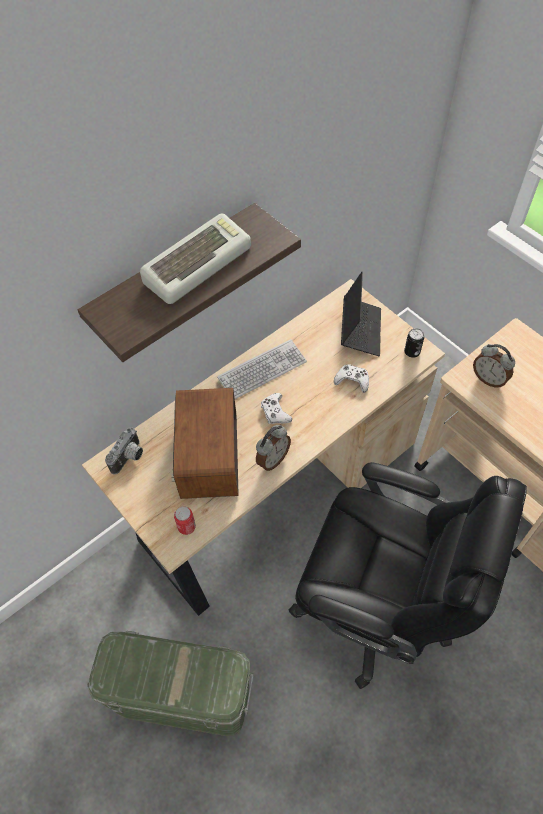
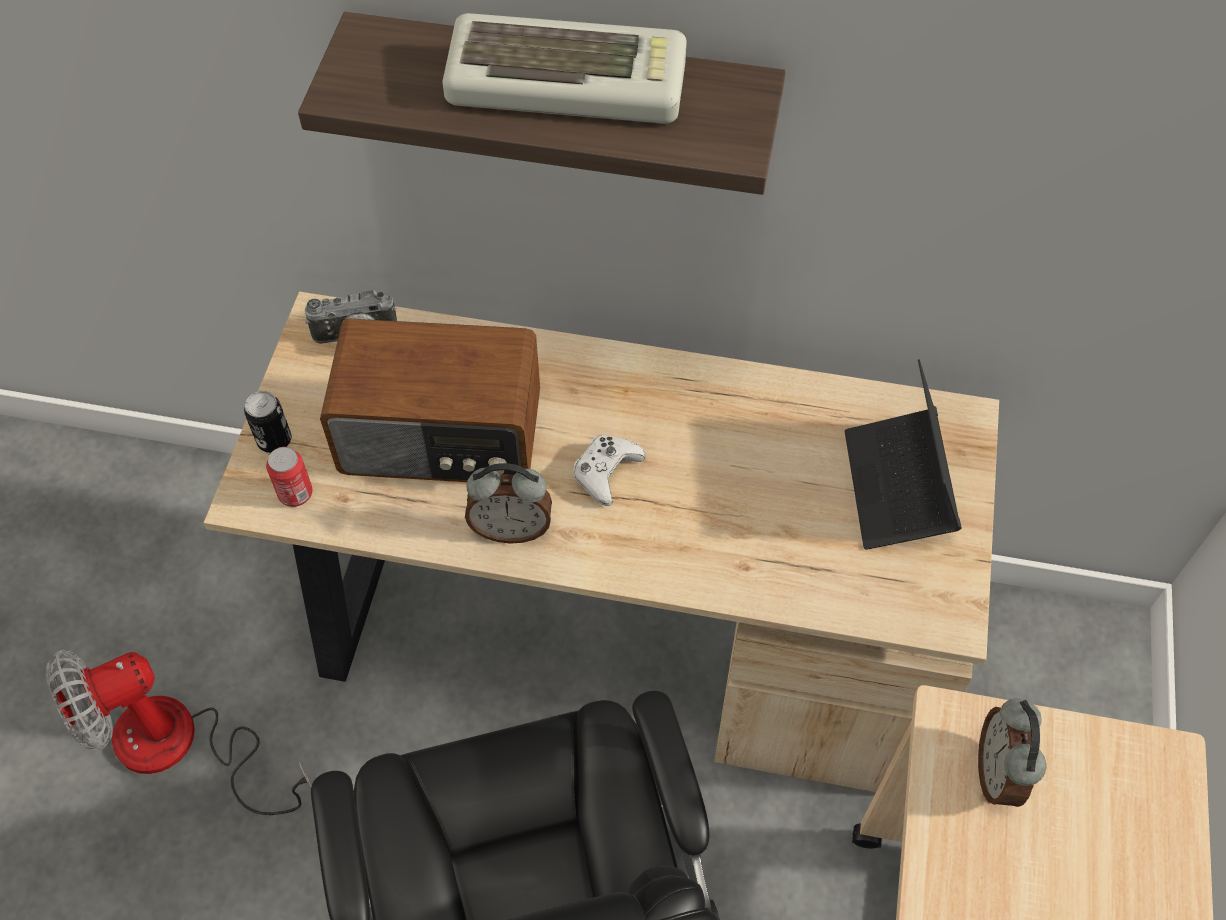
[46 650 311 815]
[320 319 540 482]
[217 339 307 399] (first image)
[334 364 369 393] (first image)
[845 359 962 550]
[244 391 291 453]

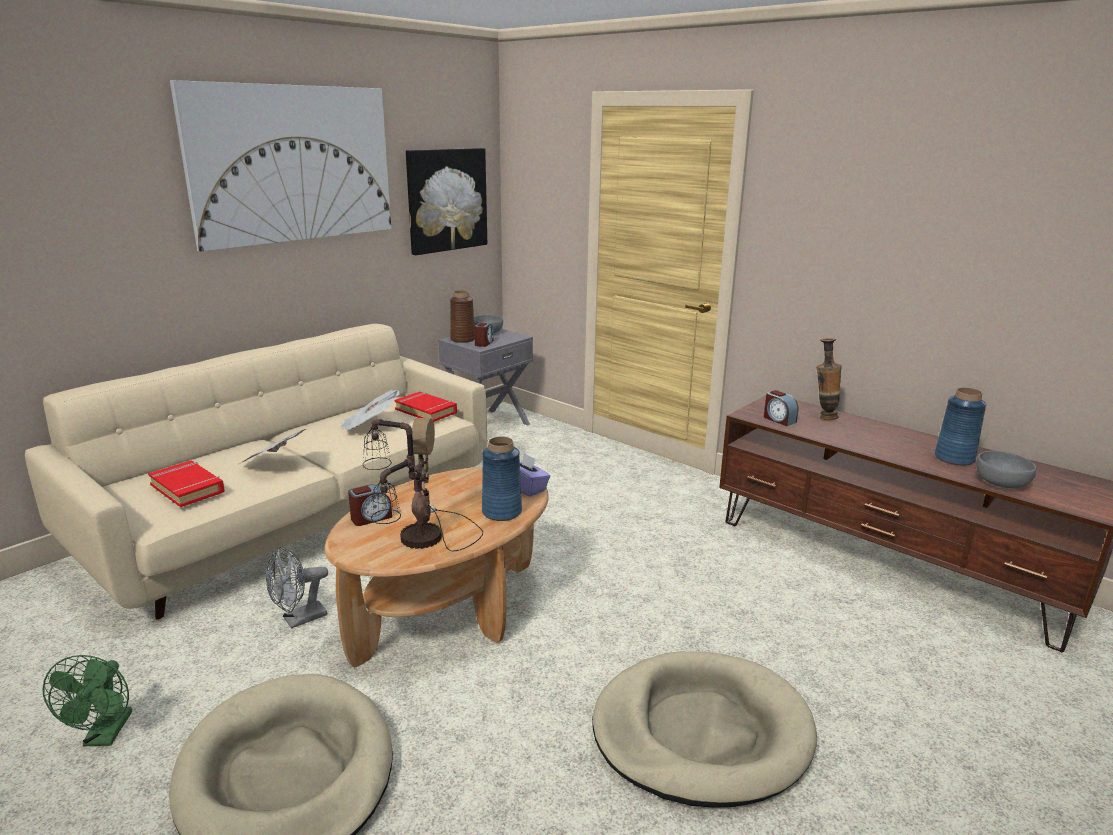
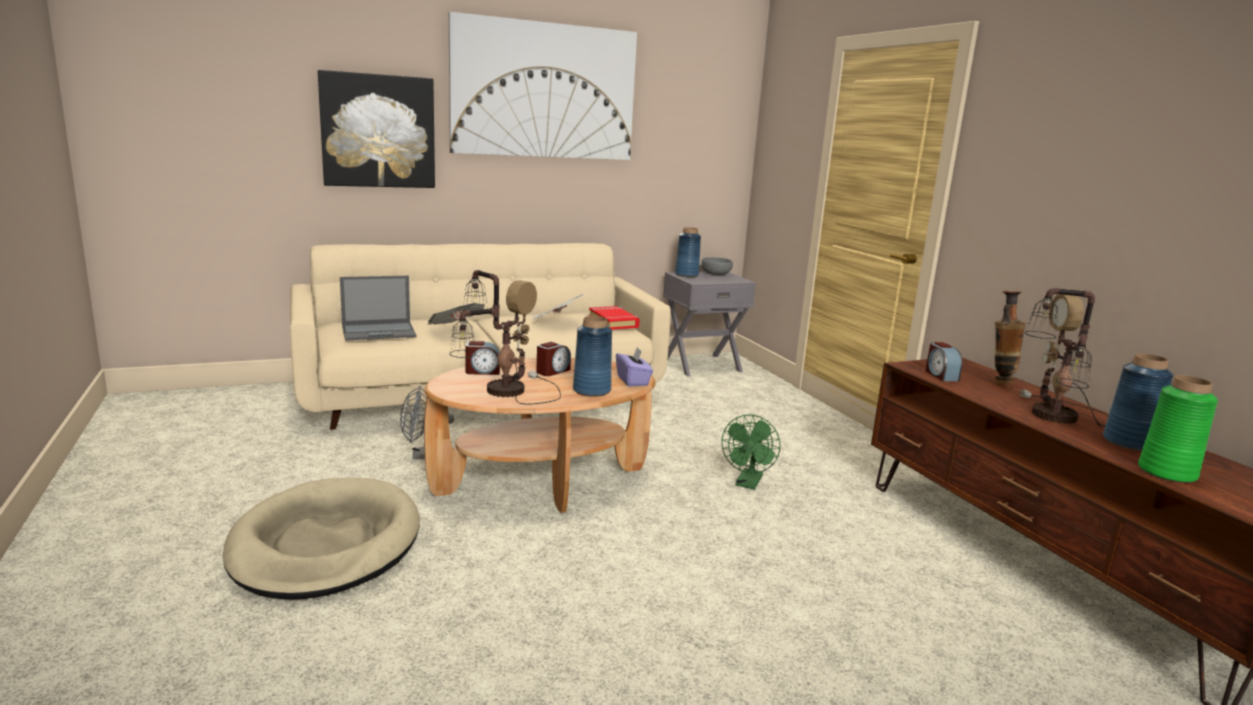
[722 415 781 489]
[340 276 417 341]
[318 70 435 188]
[675 227 701 277]
[536 342 571 376]
[592 651 817 808] (first image)
[1138 375 1218 483]
[1018 288 1108 427]

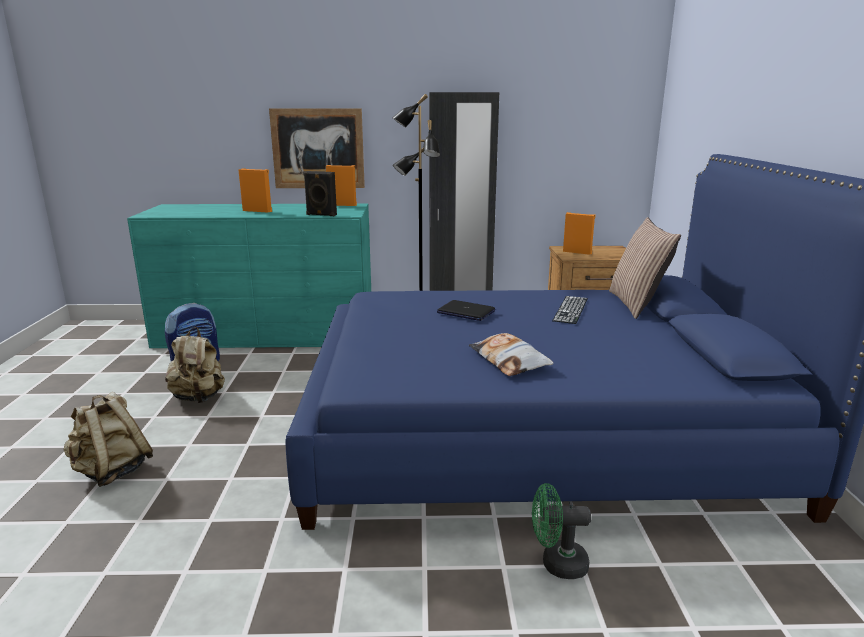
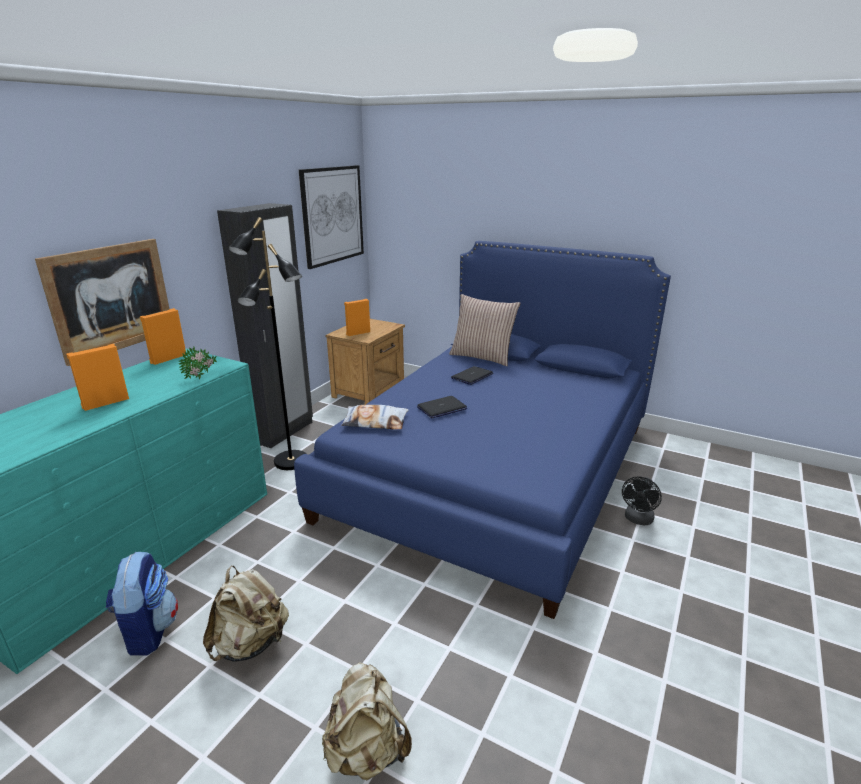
[179 347 217 379]
[341 405 408 429]
[622 477 662 525]
[451 366 493 385]
[299 165 364 269]

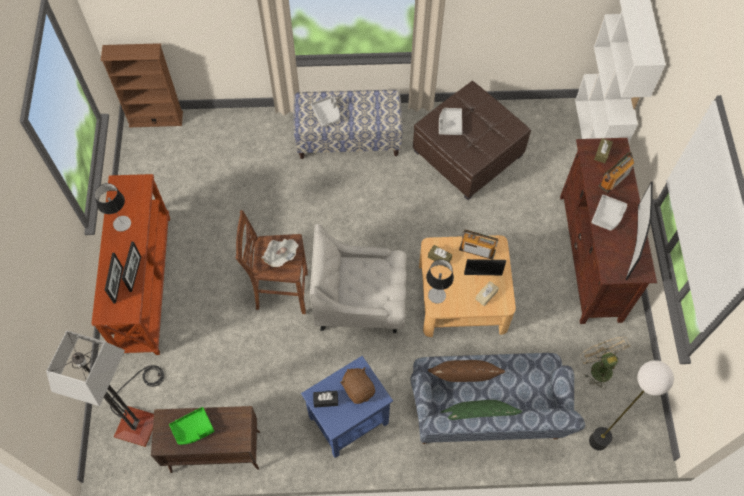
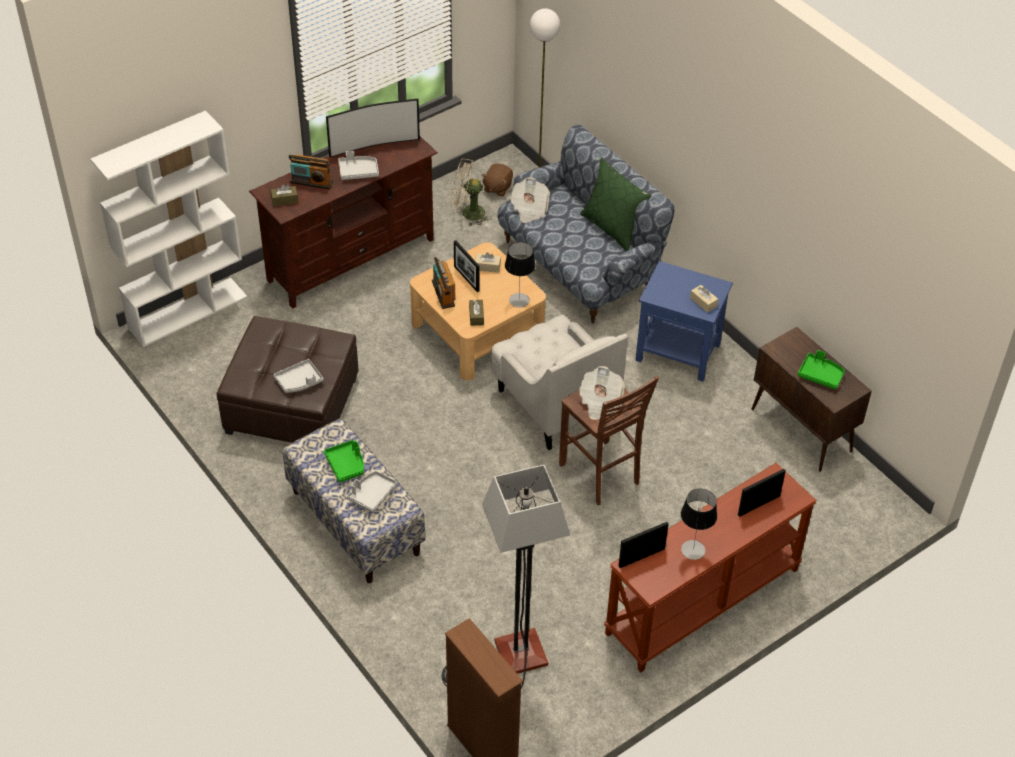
[442 465 570 688]
[619 522 669 568]
[690 285 718 313]
[482 164 513 196]
[428 360 505 382] (first image)
[451 159 492 226]
[324 440 364 482]
[510 177 550 223]

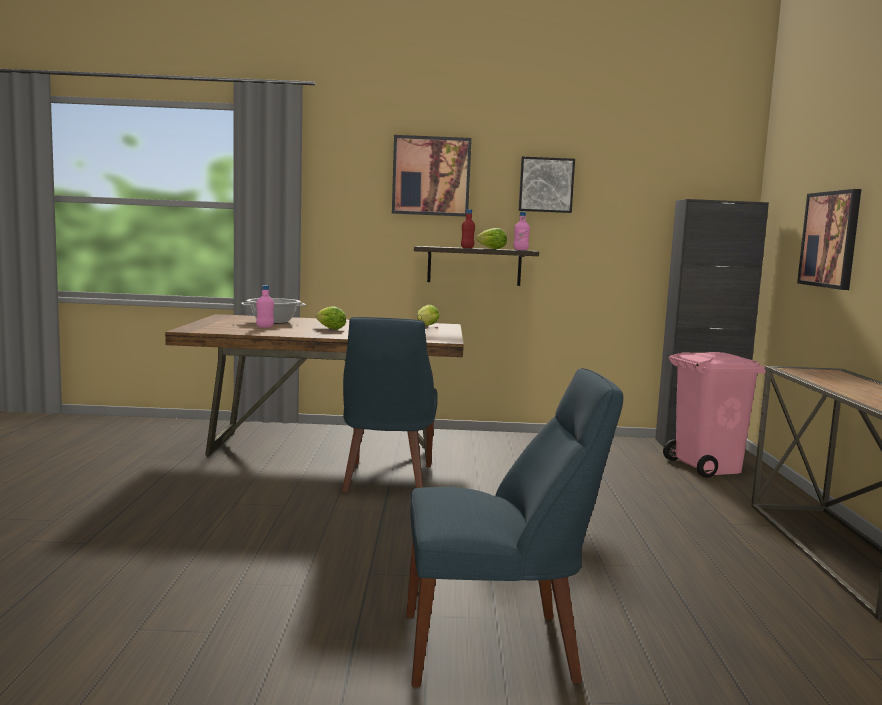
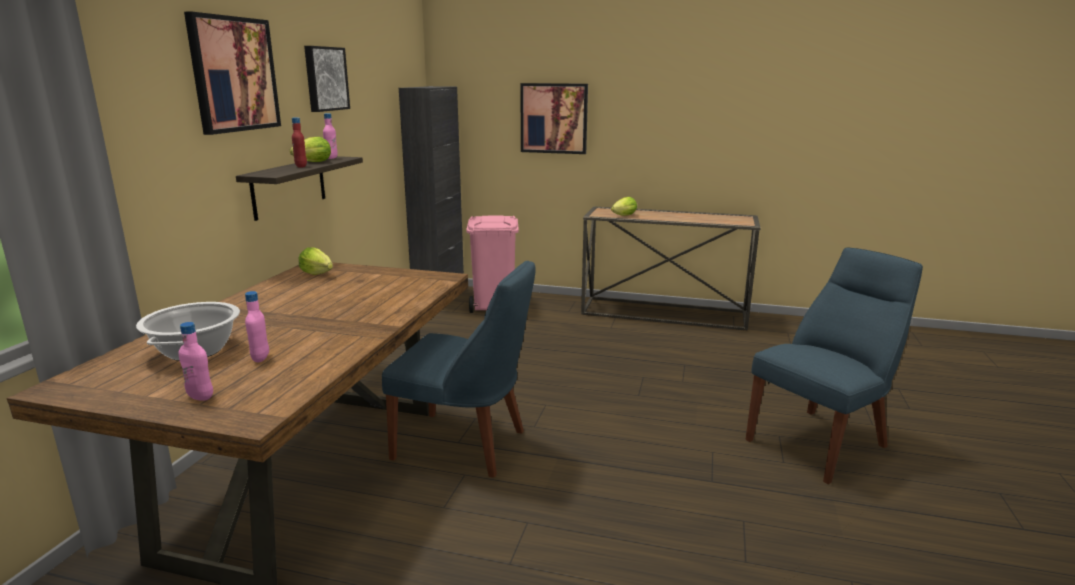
[611 197 637 216]
[745 248 923 484]
[179 322 213 401]

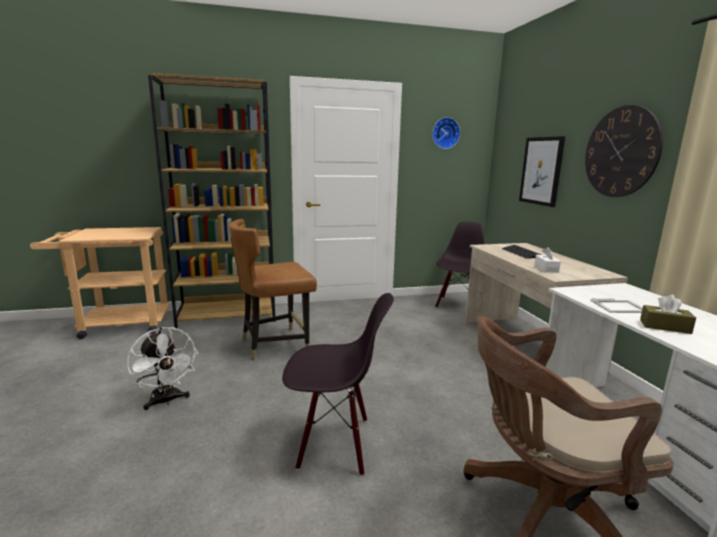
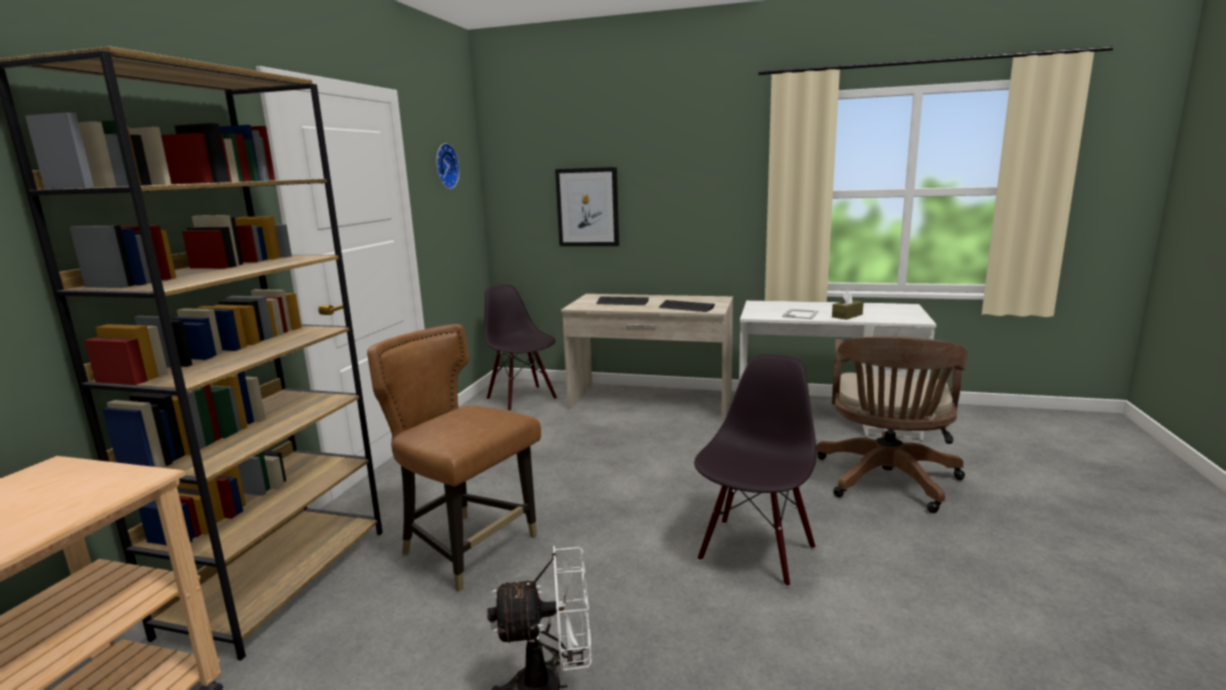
[367 324 541 592]
[659 300 715 312]
[585 105 663 197] (first image)

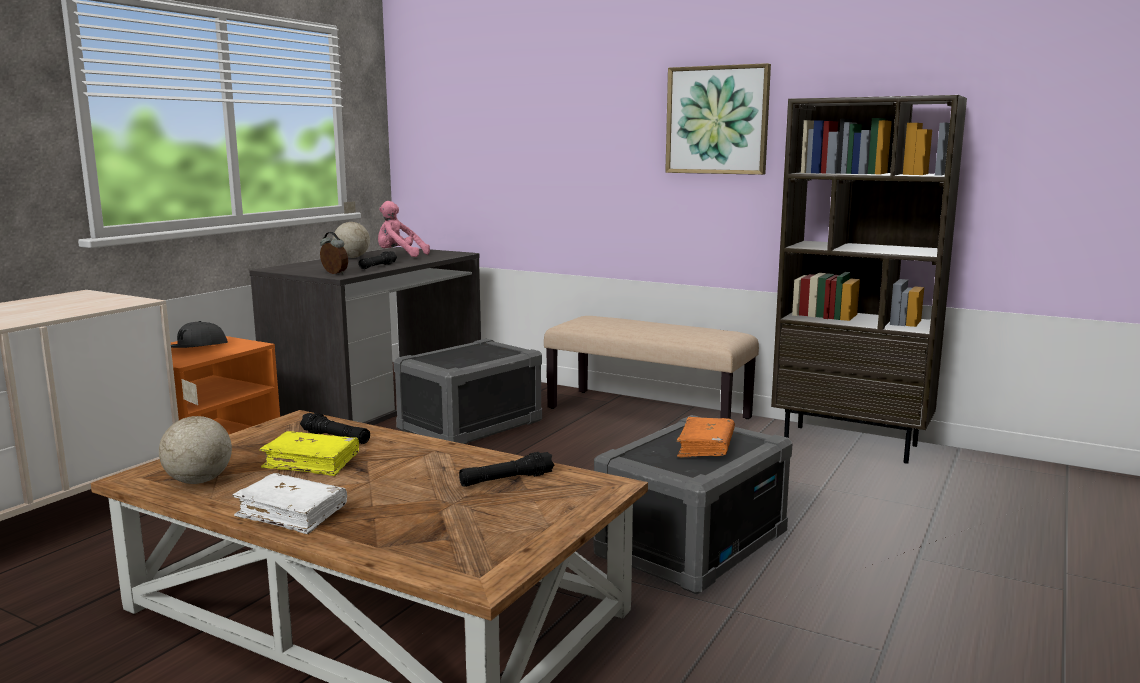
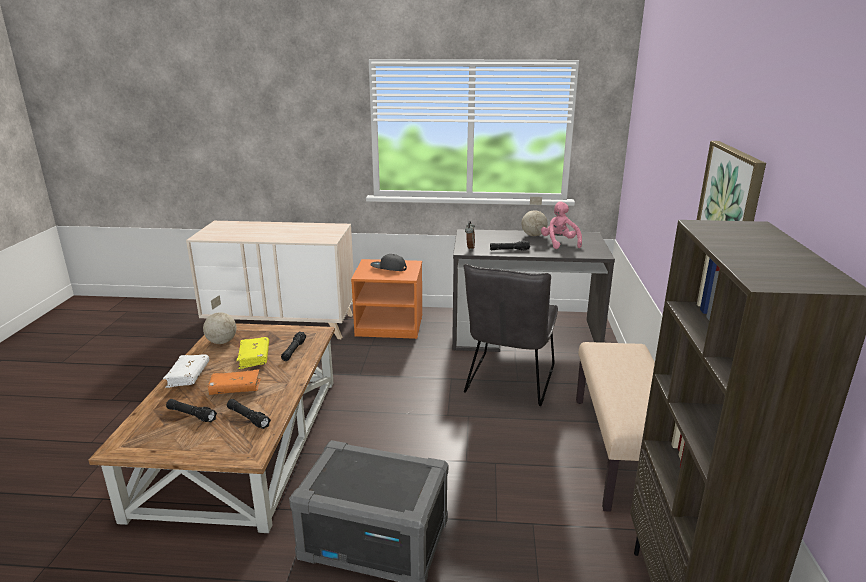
[464 264 558 406]
[208 369 261 395]
[166 399 217 423]

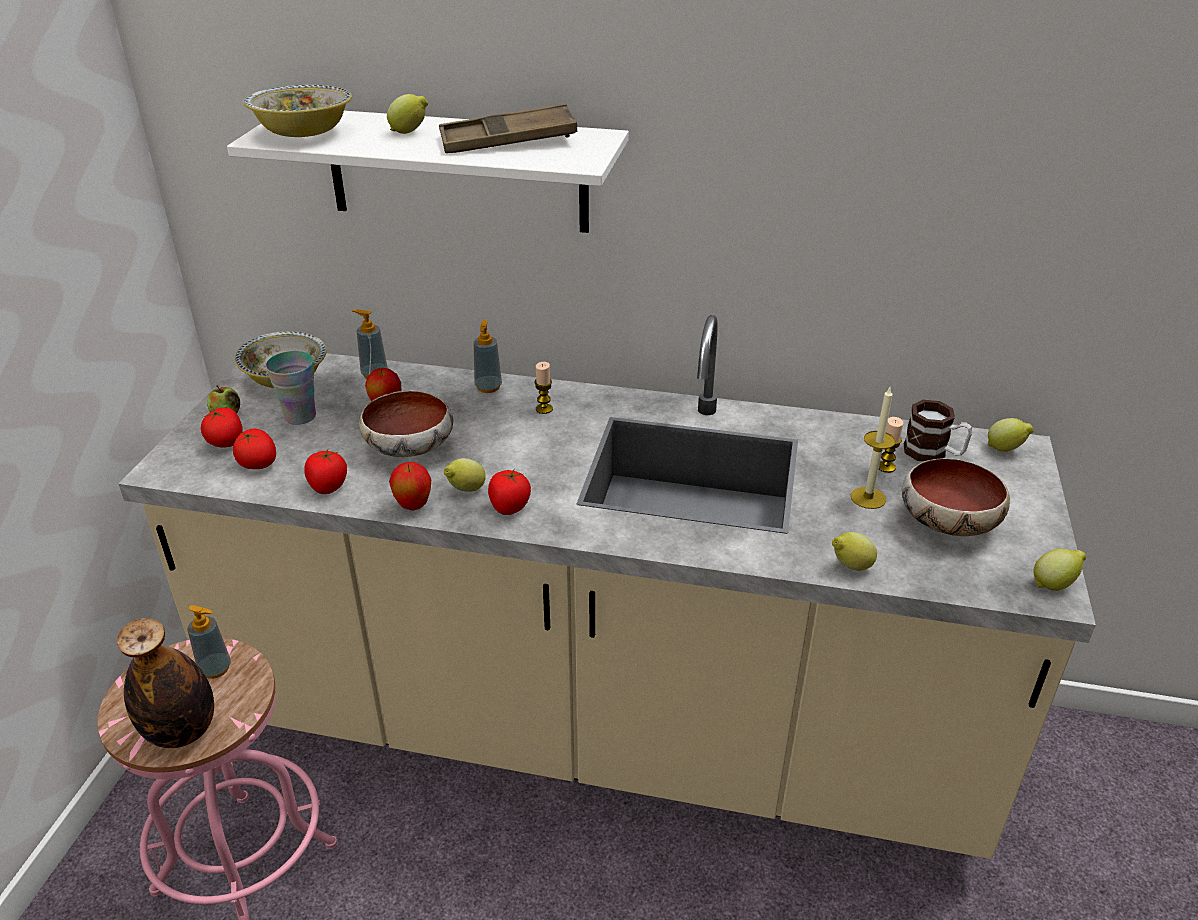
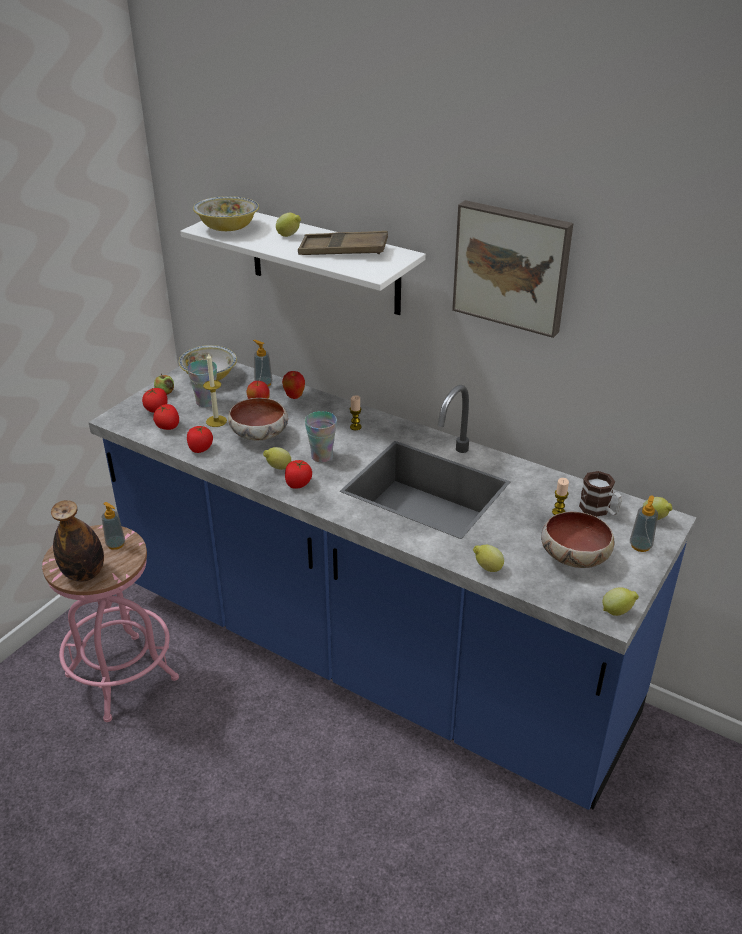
[88 362 697 810]
[282 371 305 399]
[630 495 658 552]
[203 352 227 427]
[305 411 337 463]
[452 200 573 338]

